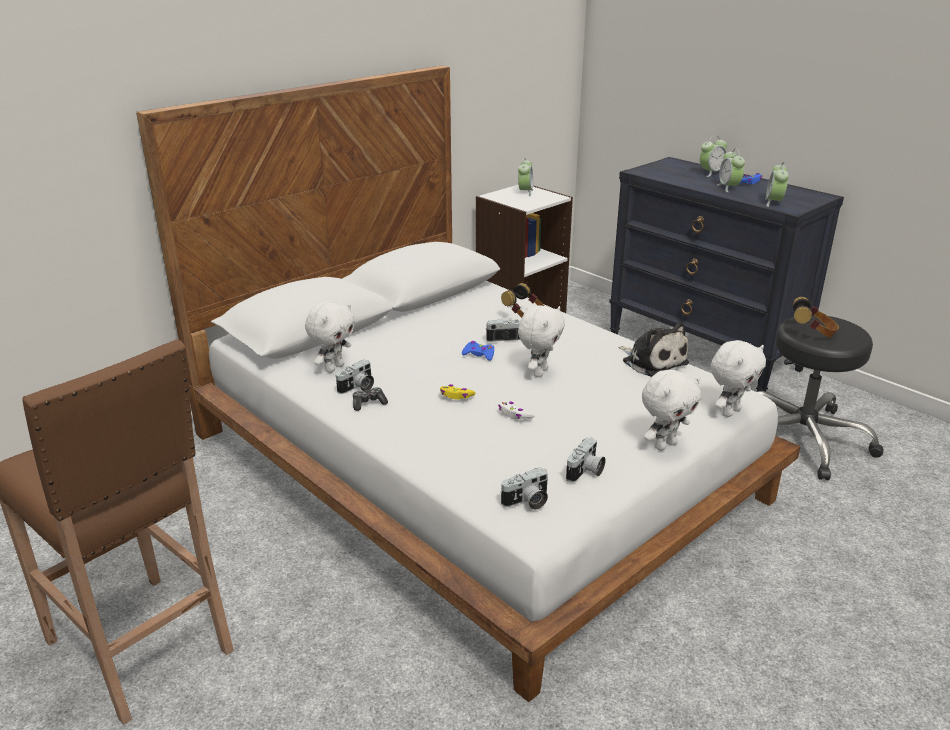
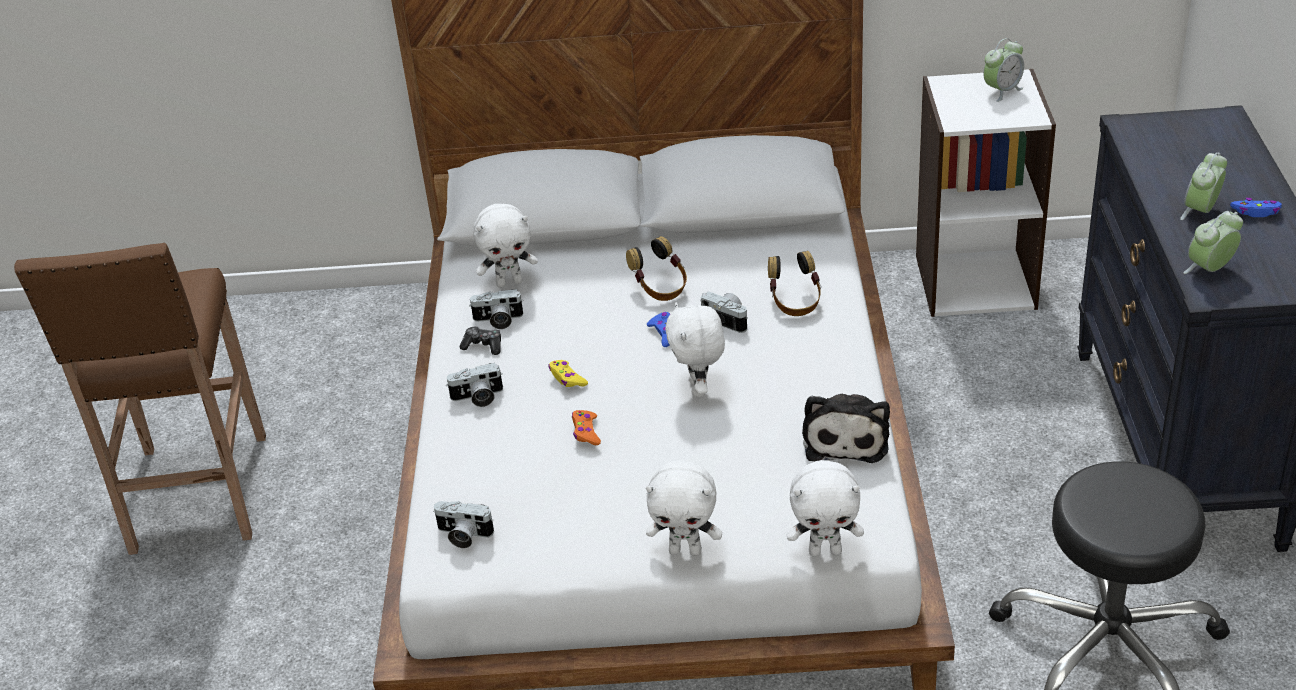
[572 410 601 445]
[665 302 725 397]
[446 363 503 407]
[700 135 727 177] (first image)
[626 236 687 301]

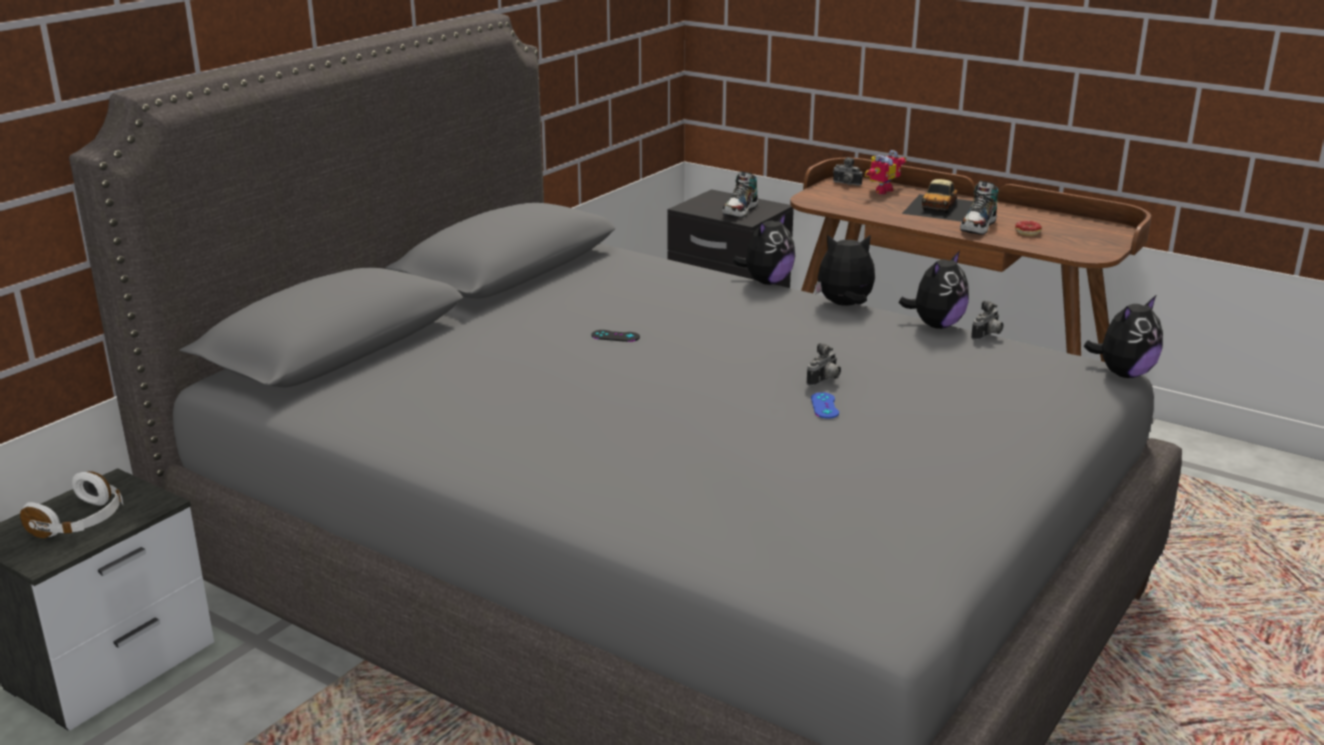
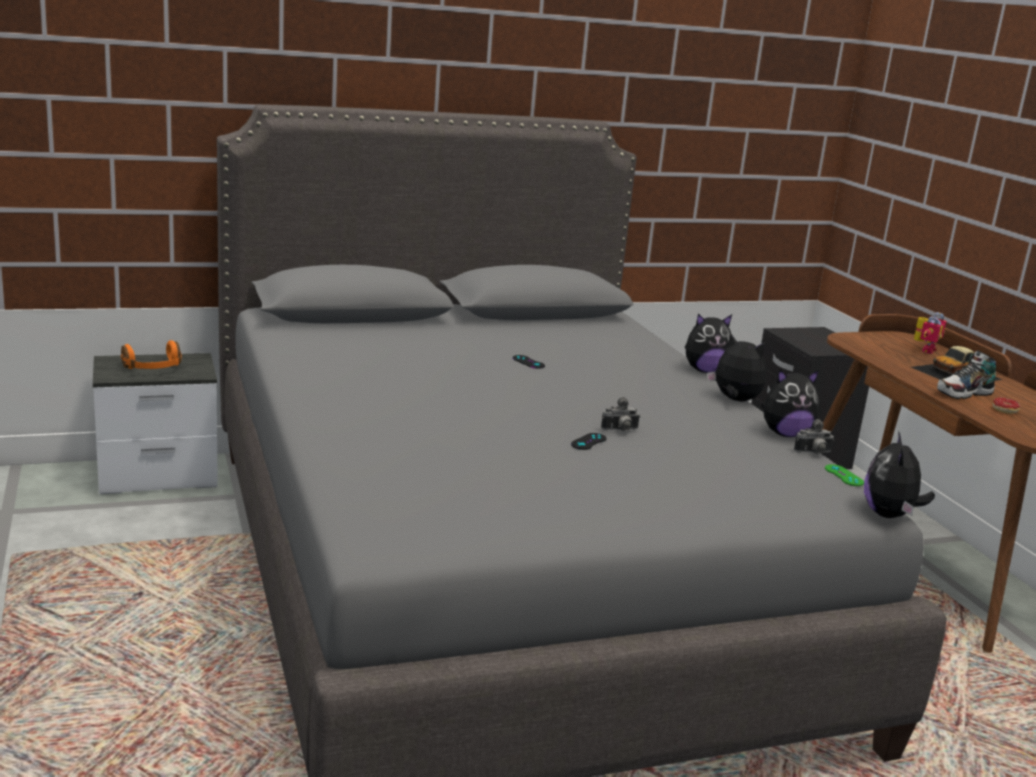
[121 340 182 369]
[722 171 758 218] (first image)
[571 433 606 450]
[833 157 863 186] (first image)
[914 312 947 354]
[864 432 935 518]
[825 464 864 486]

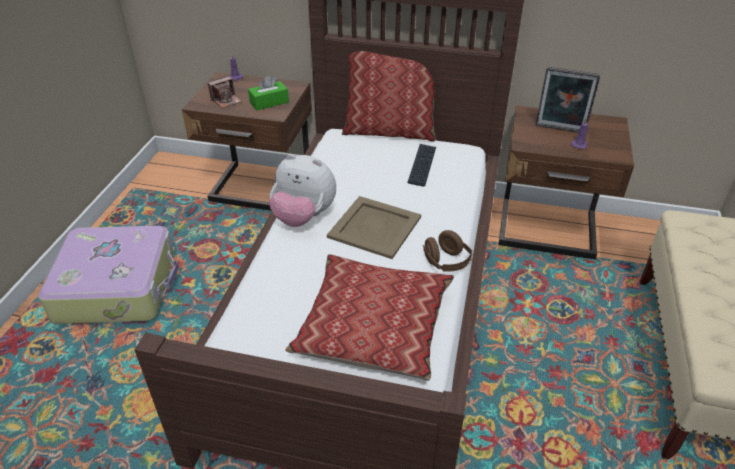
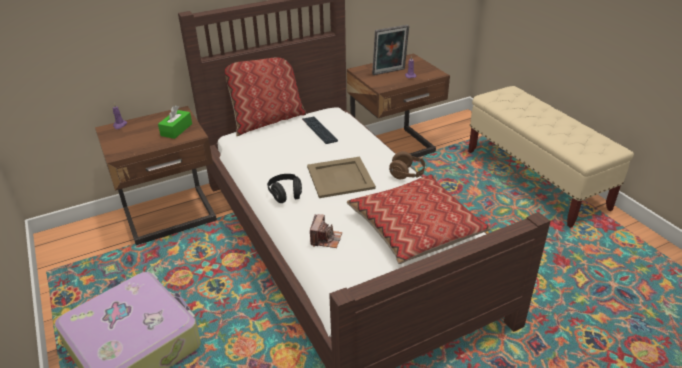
[310 214 342 248]
[267 174 302 203]

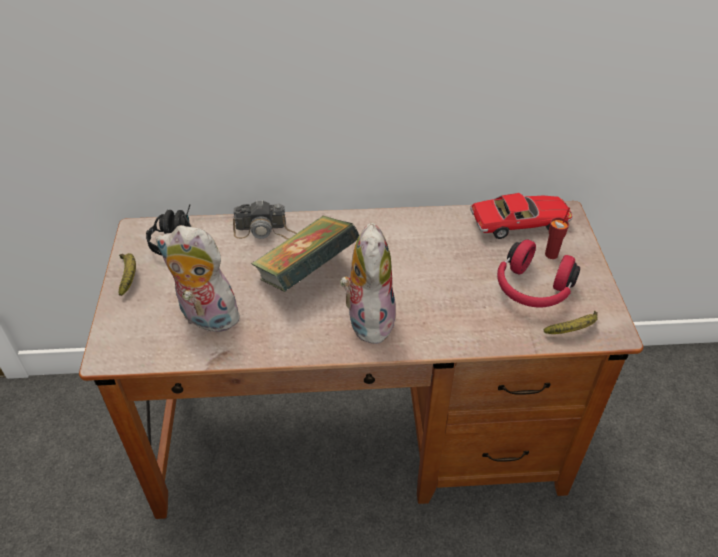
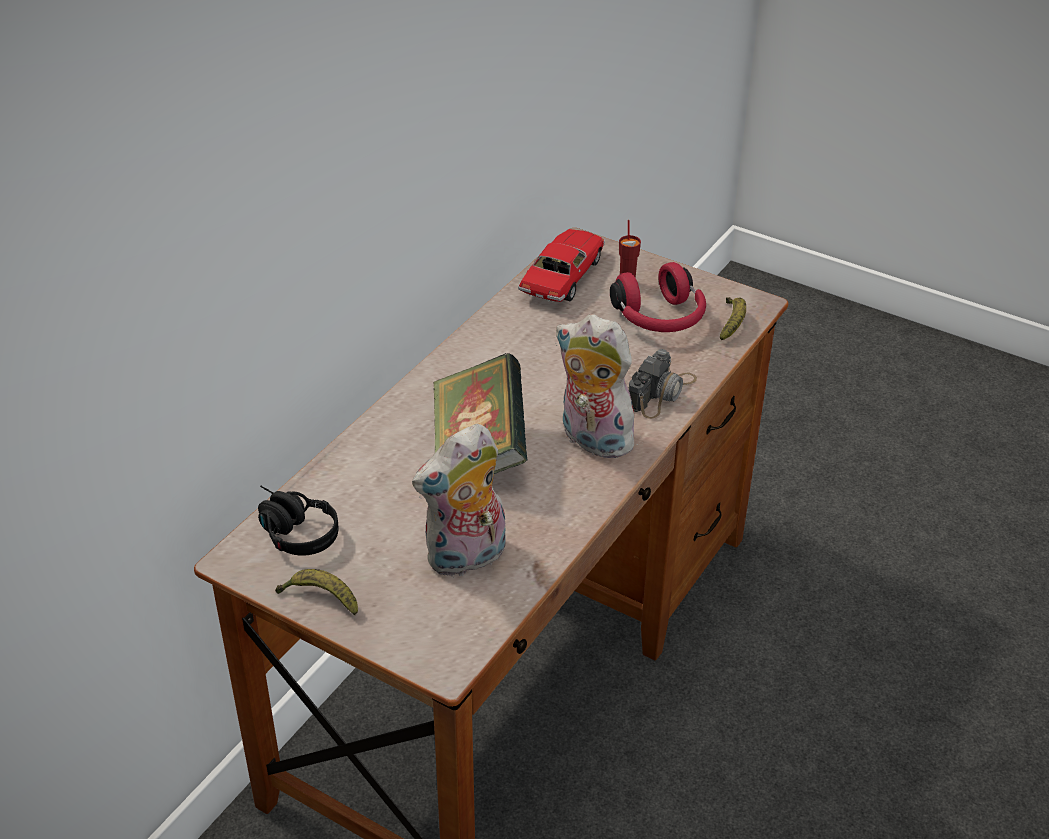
[629 349 697 419]

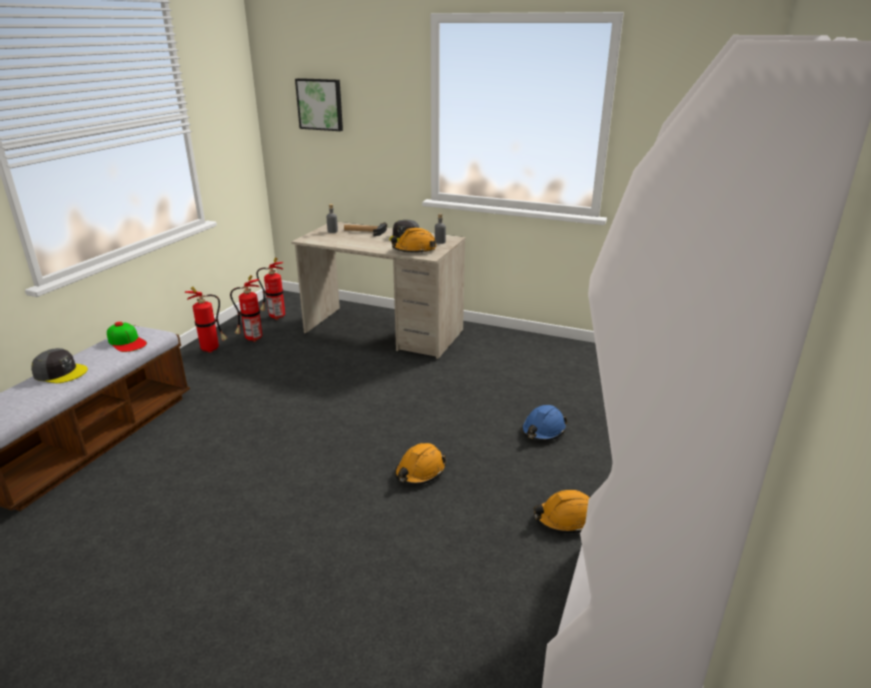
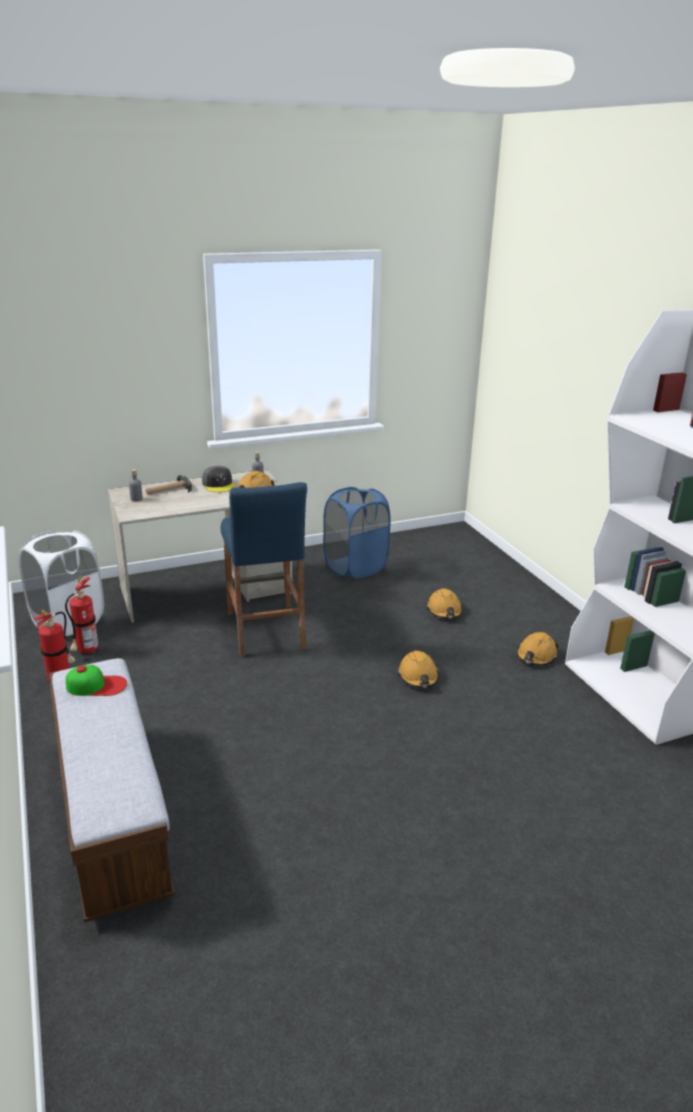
[31 348 88 383] (first image)
[18 531 104 636]
[295 78 343 131] (first image)
[427 588 463 619]
[221 482 307 657]
[323 487 391 579]

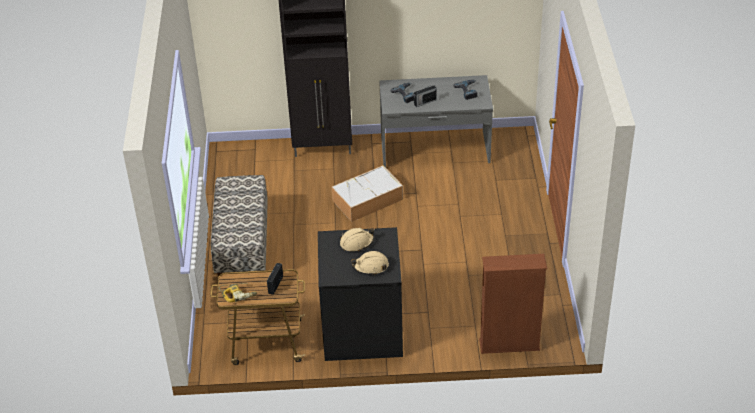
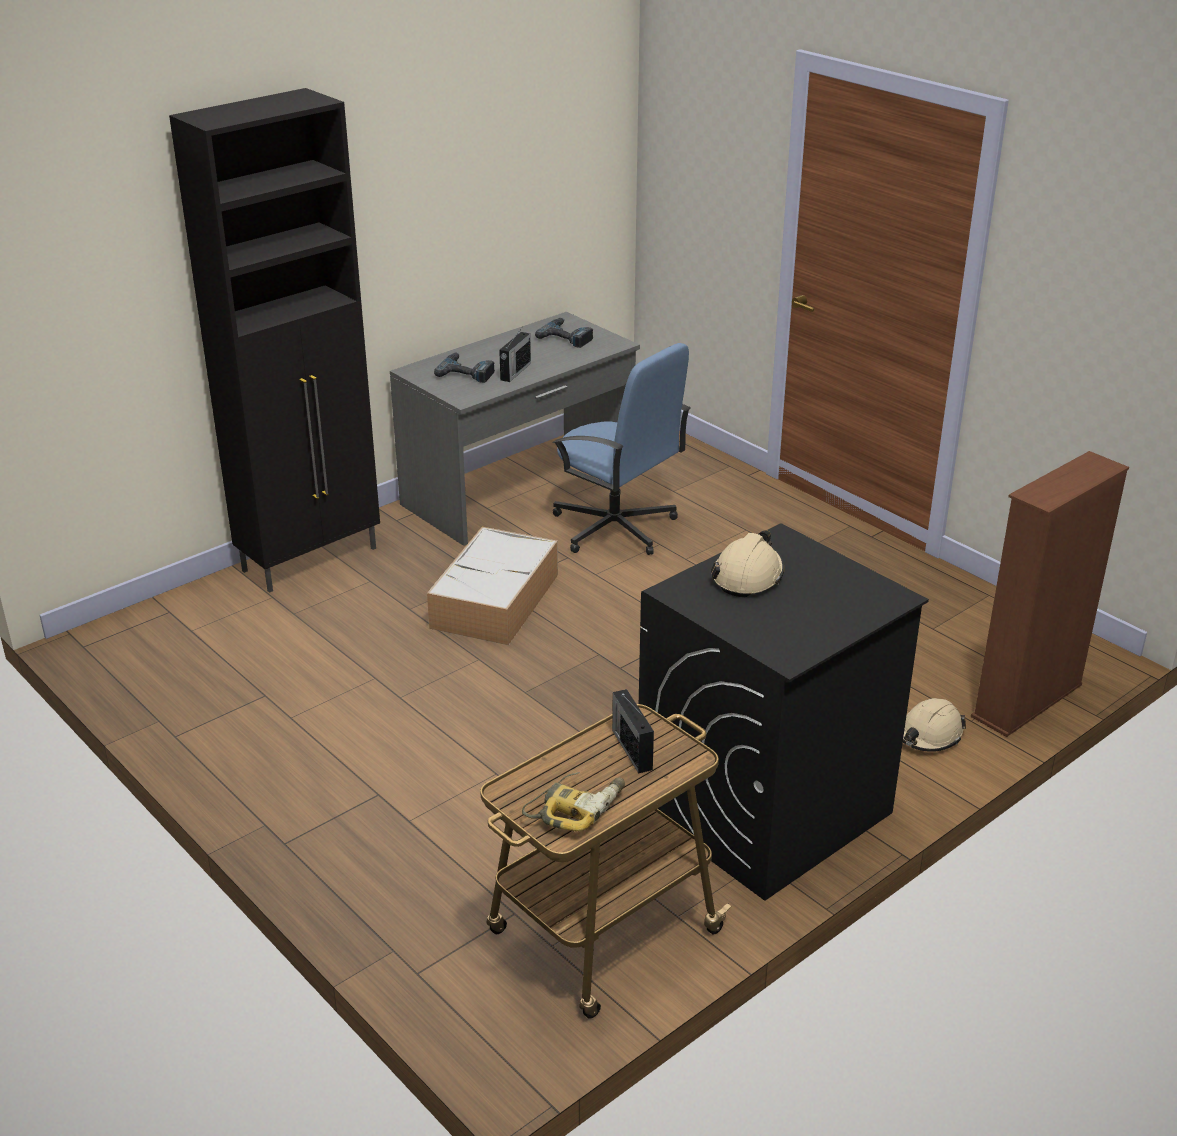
[211 175 268 277] (first image)
[903 698 966 752]
[552 343 690 555]

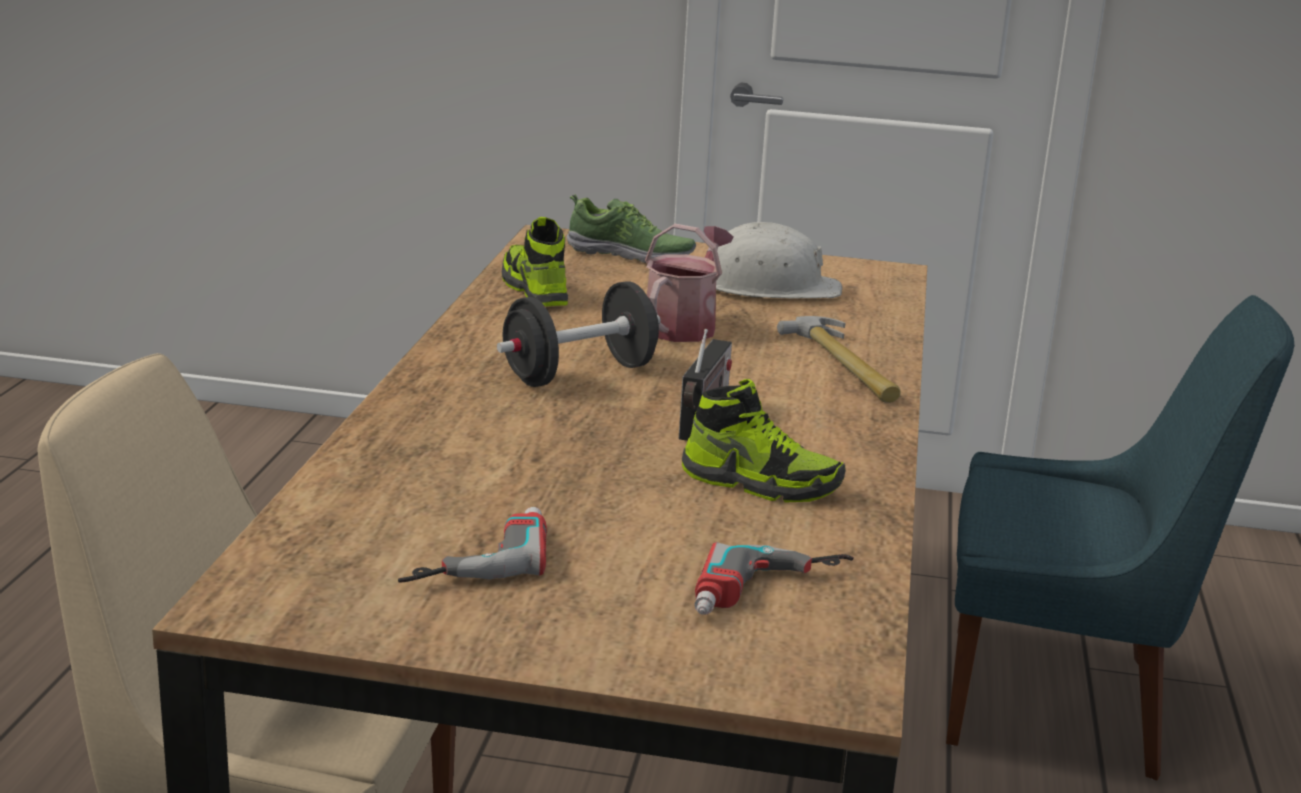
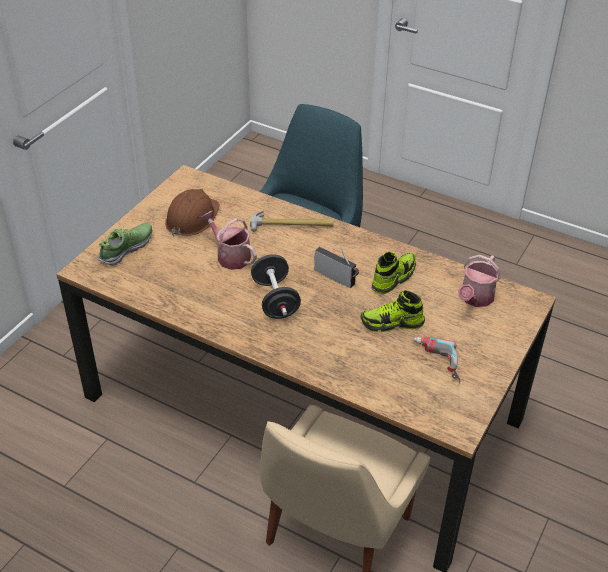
[361 290 425 332]
[458 255 501 307]
[165 189 220 237]

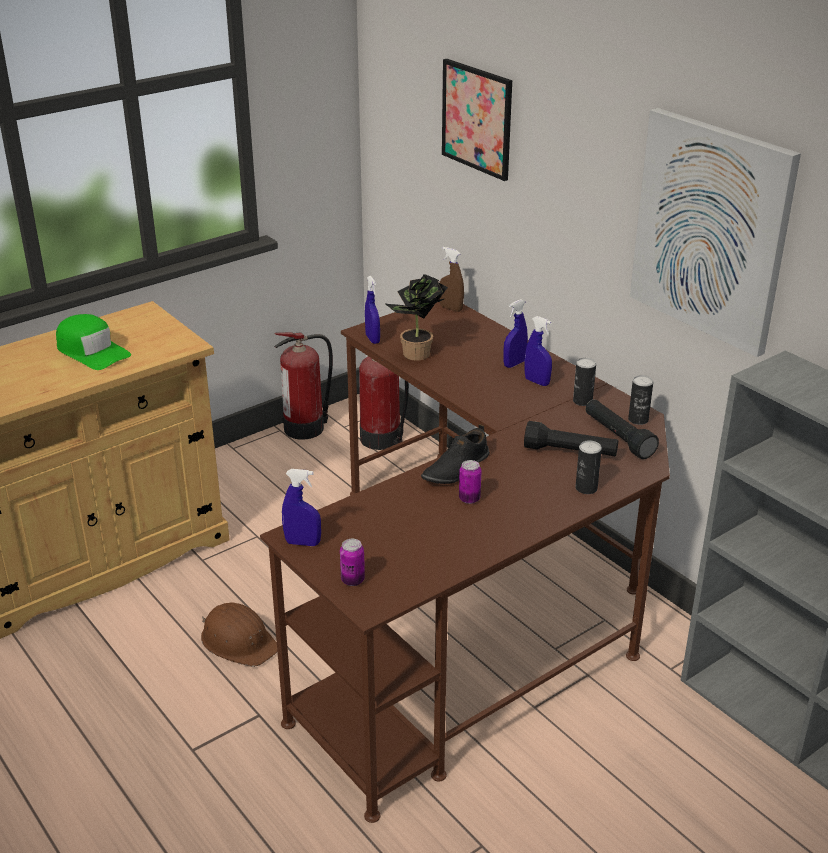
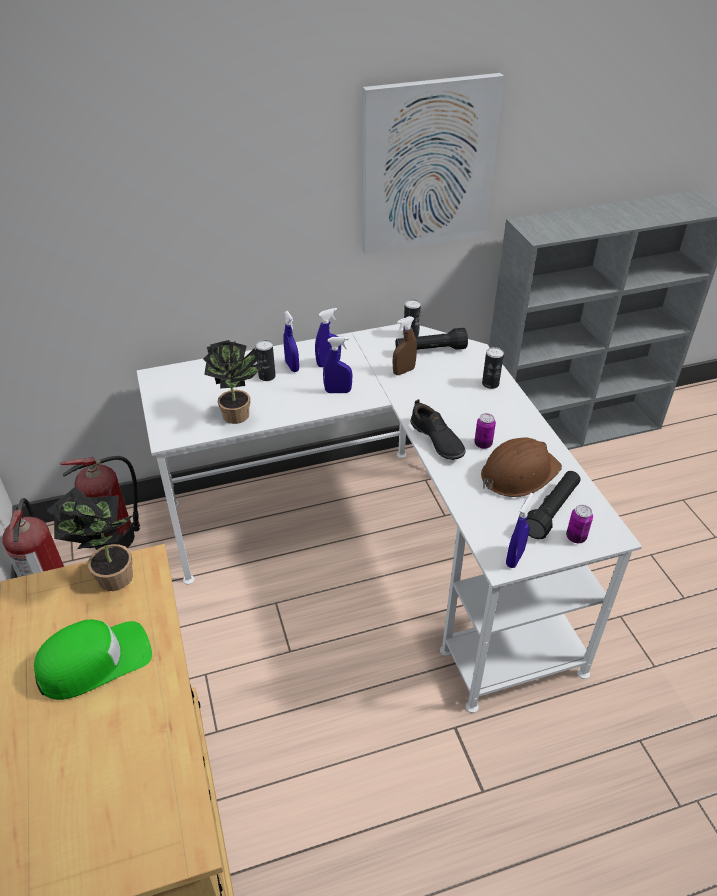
[481 437 562 497]
[137 324 642 713]
[323 337 352 393]
[392 316 417 375]
[442 59 512 181] (first image)
[526 471 581 539]
[255 340 276 381]
[47 487 133 591]

